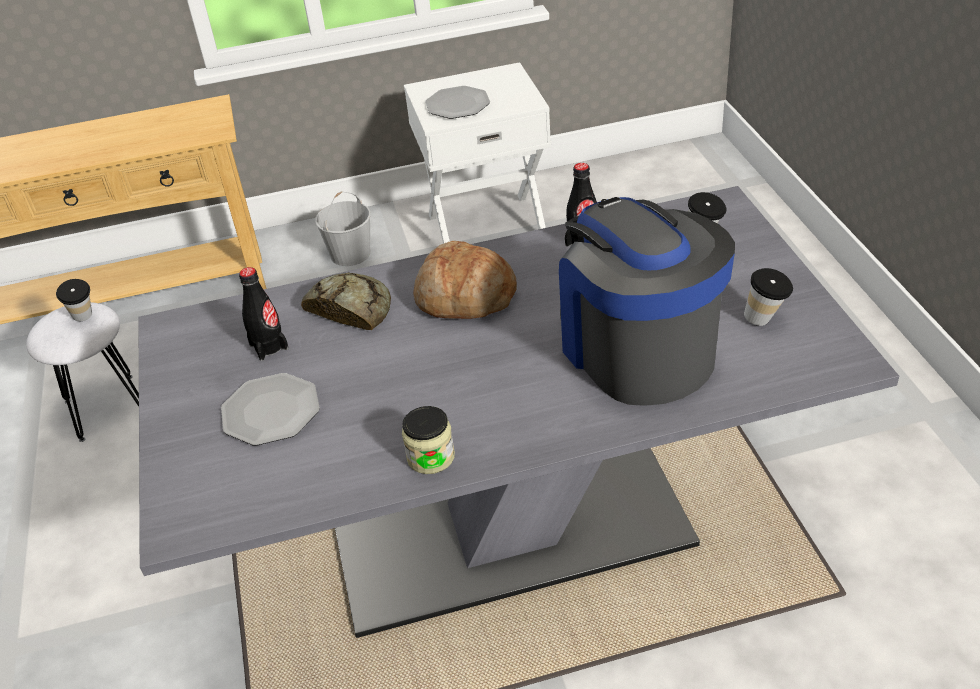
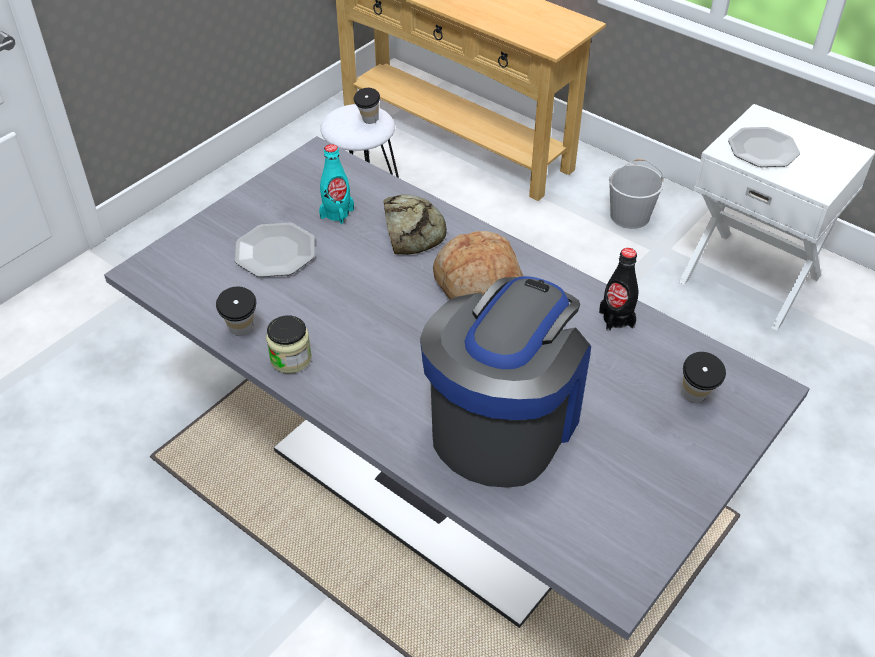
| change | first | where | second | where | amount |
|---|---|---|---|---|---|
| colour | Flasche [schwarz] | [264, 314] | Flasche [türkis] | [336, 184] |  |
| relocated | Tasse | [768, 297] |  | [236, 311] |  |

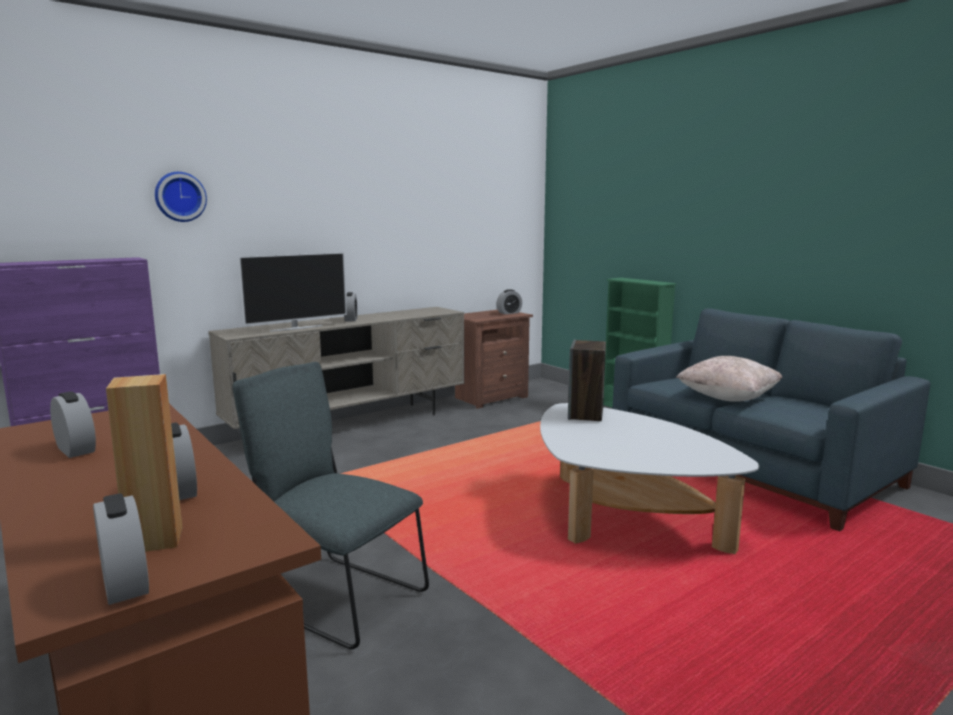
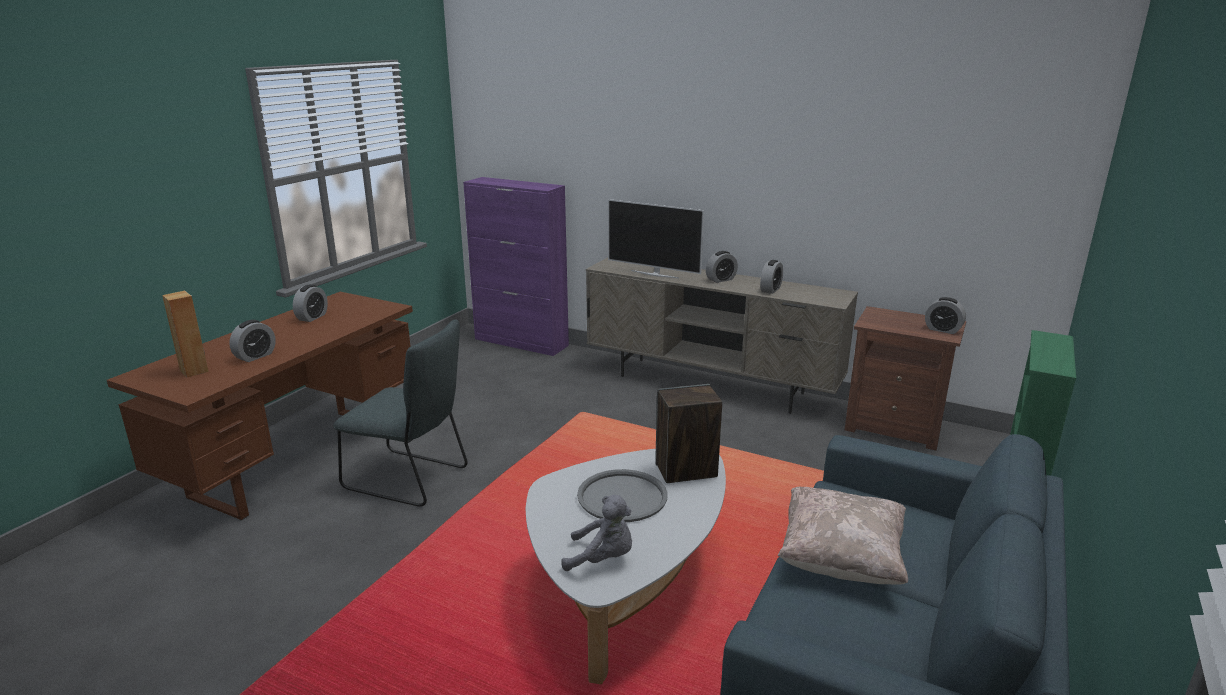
| change | first | where | second | where | amount |
|---|---|---|---|---|---|
| missing | Wanduhr | [181, 197] |  |  |  |
| spun | Stuhl [grau] | [331, 505] |  | [400, 413] | 105 degrees clockwise |
| relocated | Wecker | [121, 549] |  | [771, 277] |  |
| appeared |  |  | Tablett [grau] | [622, 495] |  |
| appeared |  |  | Plüschtier [grau] | [596, 533] |  |

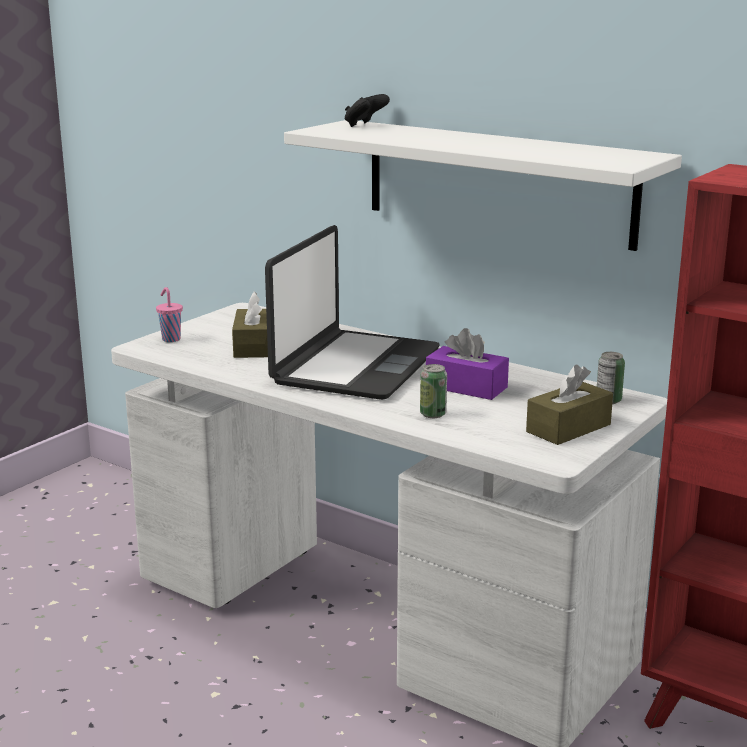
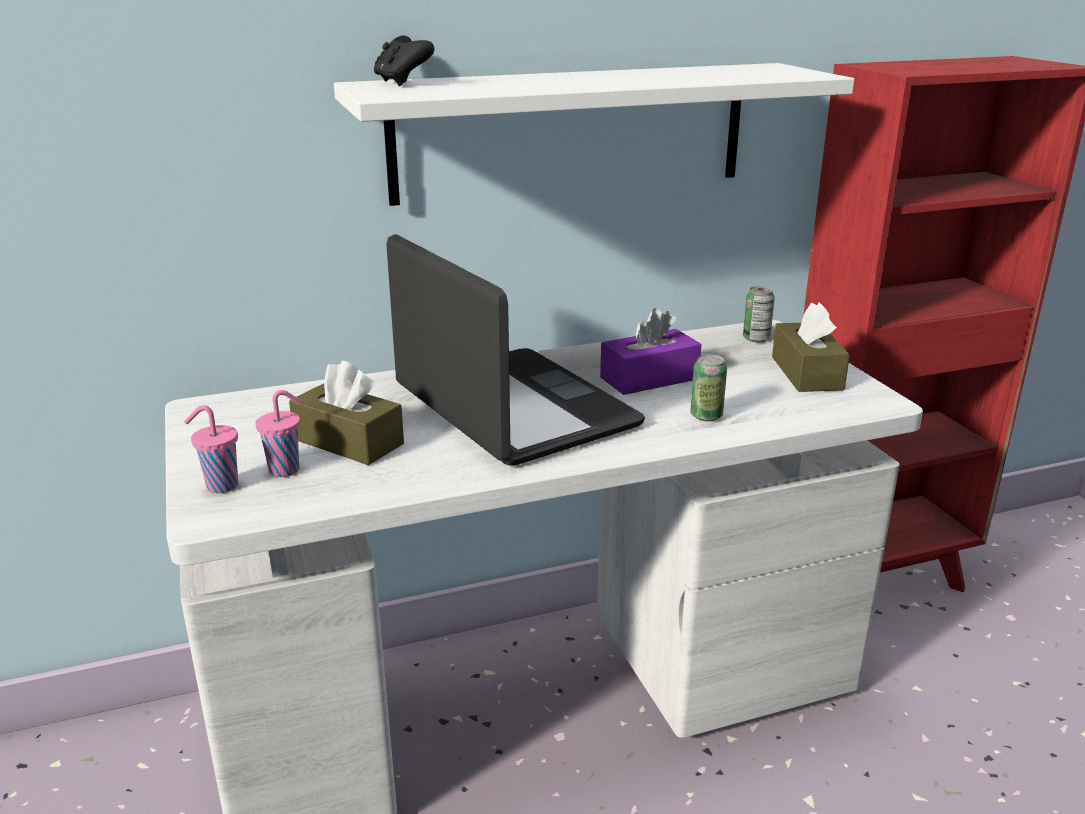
| change | first | where | second | where | amount |
|---|---|---|---|---|---|
| appeared |  |  | Tasse [rosa] | [278, 433] |  |

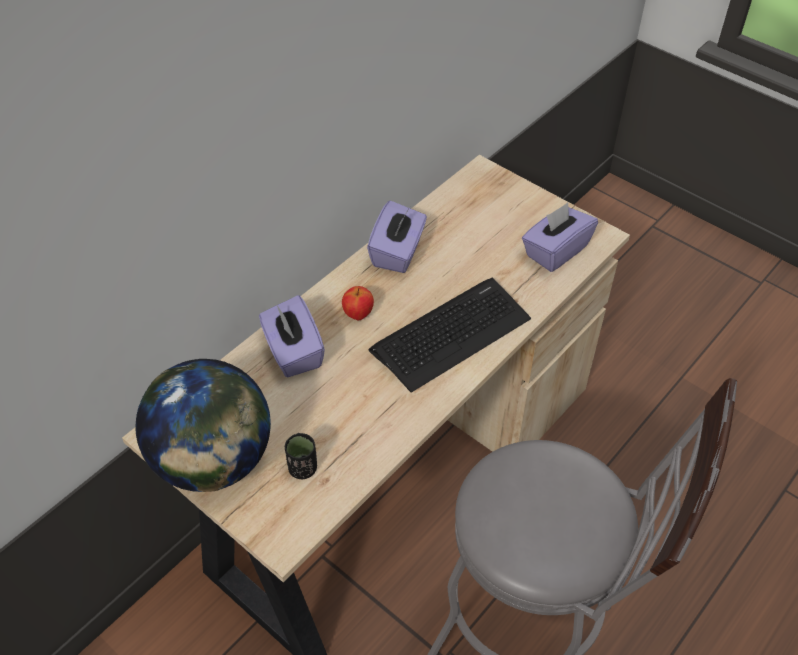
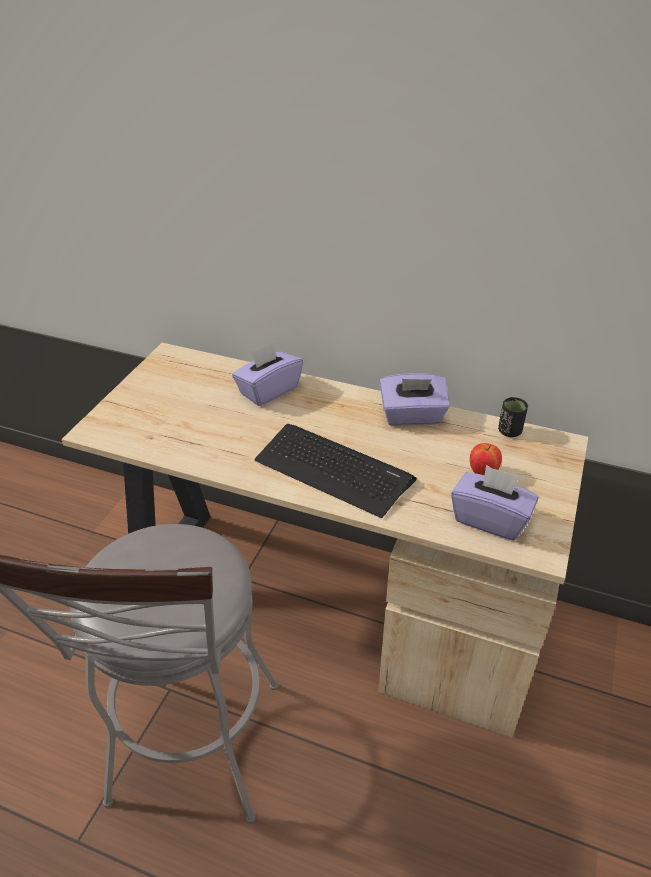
| change | first | where | second | where | amount |
|---|---|---|---|---|---|
| relocated | Apfel | [358, 303] |  | [486, 459] |  |
| missing | Globus | [203, 425] |  |  |  |
| relocated | Tasse [schwarz] | [301, 456] |  | [513, 417] |  |

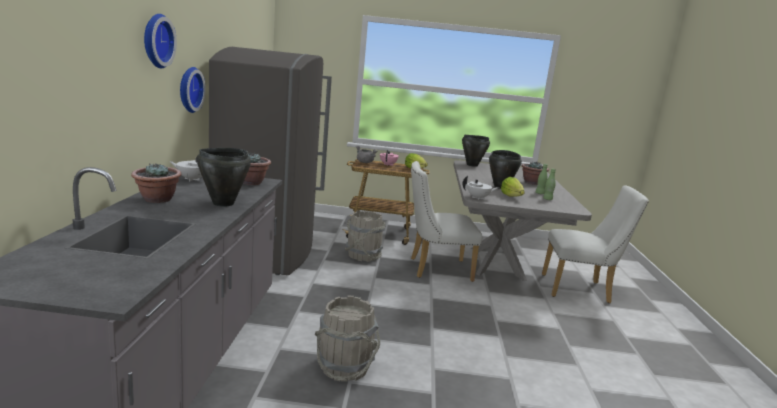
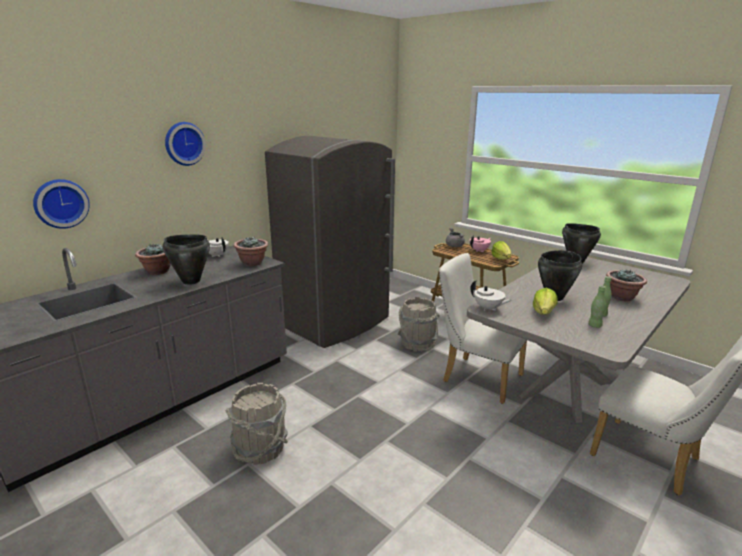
| change | first | where | second | where | amount |
|---|---|---|---|---|---|
| relocated | Wanduhr | [193, 90] |  | [61, 204] |  |

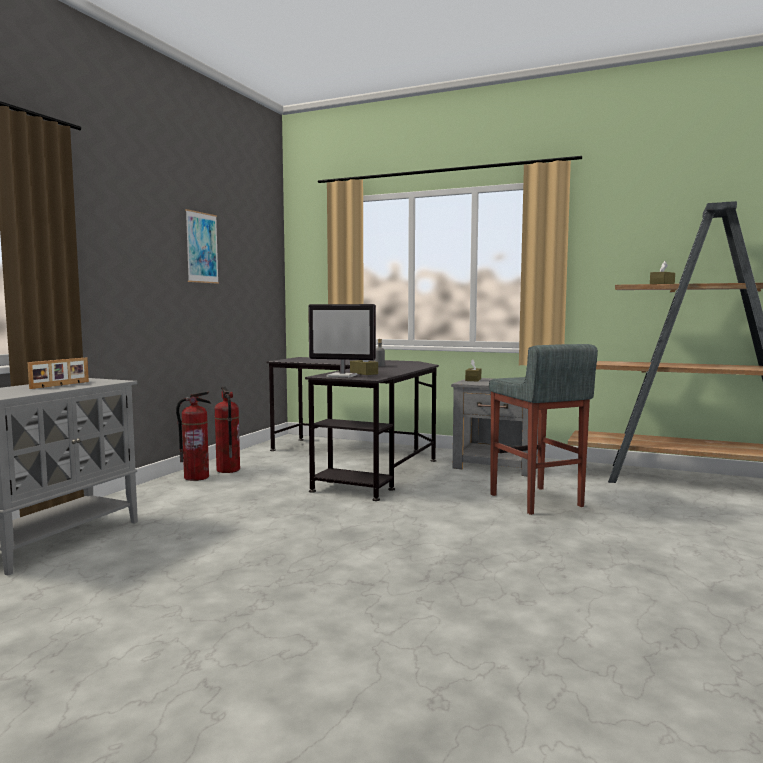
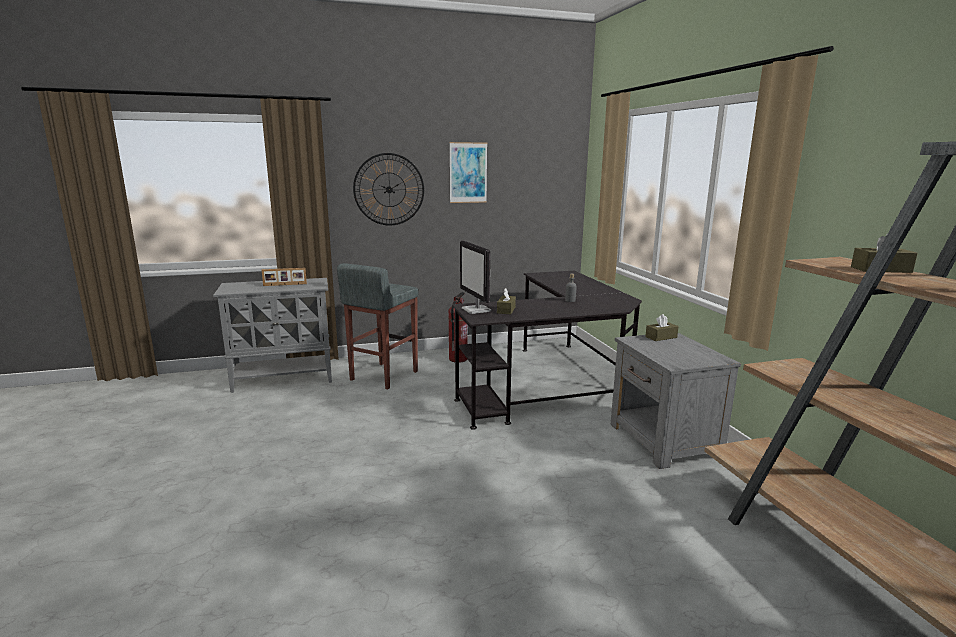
| change | first | where | second | where | amount |
|---|---|---|---|---|---|
| relocated | Hocker [grau] | [543, 429] |  | [378, 326] |  |
| missing | Feuerlöscher | [193, 436] |  |  |  |
| appeared |  |  | Wanduhr | [388, 189] |  |

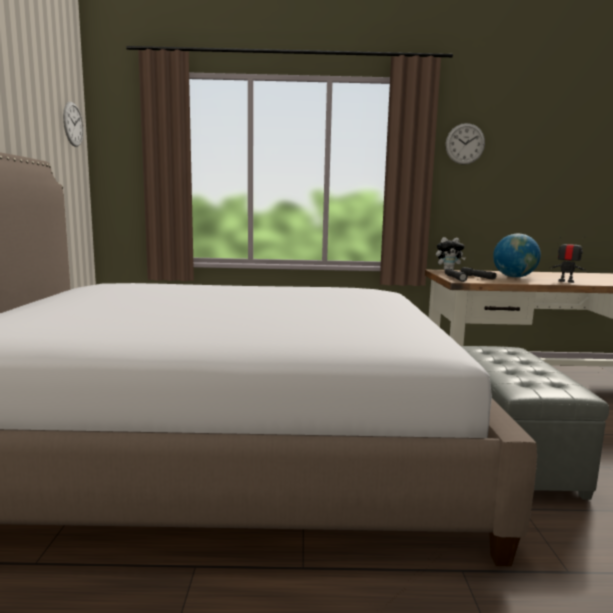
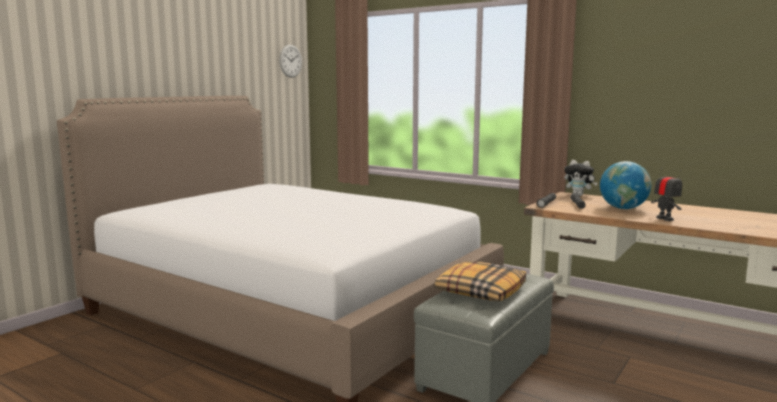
| change | first | where | second | where | amount |
|---|---|---|---|---|---|
| missing | Wanduhr | [465, 144] |  |  |  |
| appeared |  |  | Kissen | [480, 281] |  |

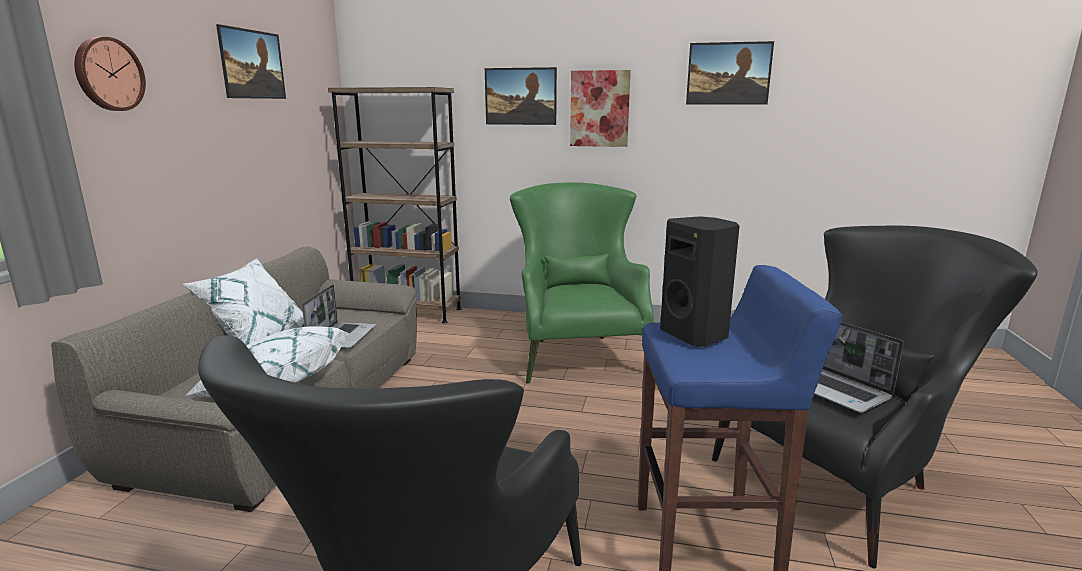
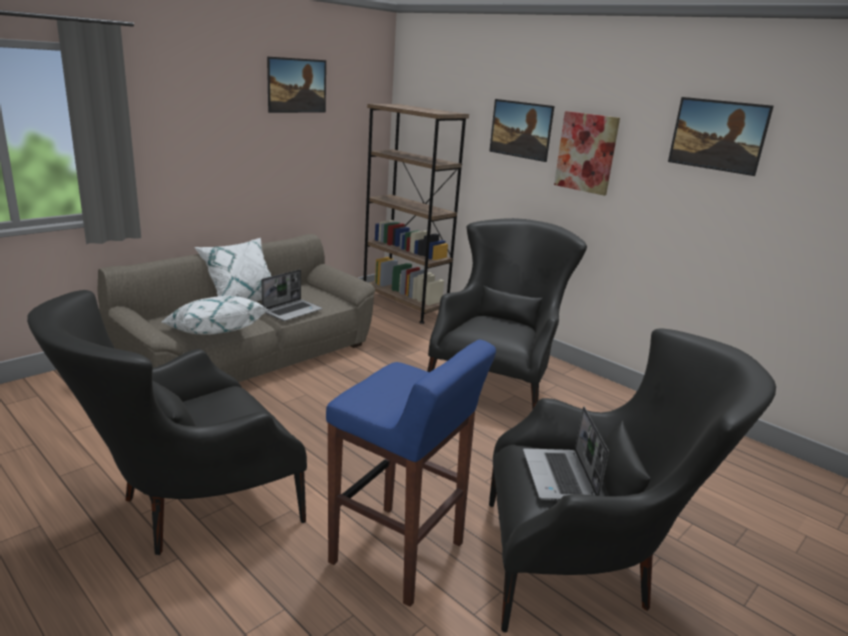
| change | first | where | second | where | amount |
|---|---|---|---|---|---|
| missing | Wanduhr | [110, 74] |  |  |  |
| colour | Sessel [grün] | [582, 282] | Sessel [schwarz] | [507, 313] |  |
| missing | Lautsprecher [schwarz] | [700, 281] |  |  |  |

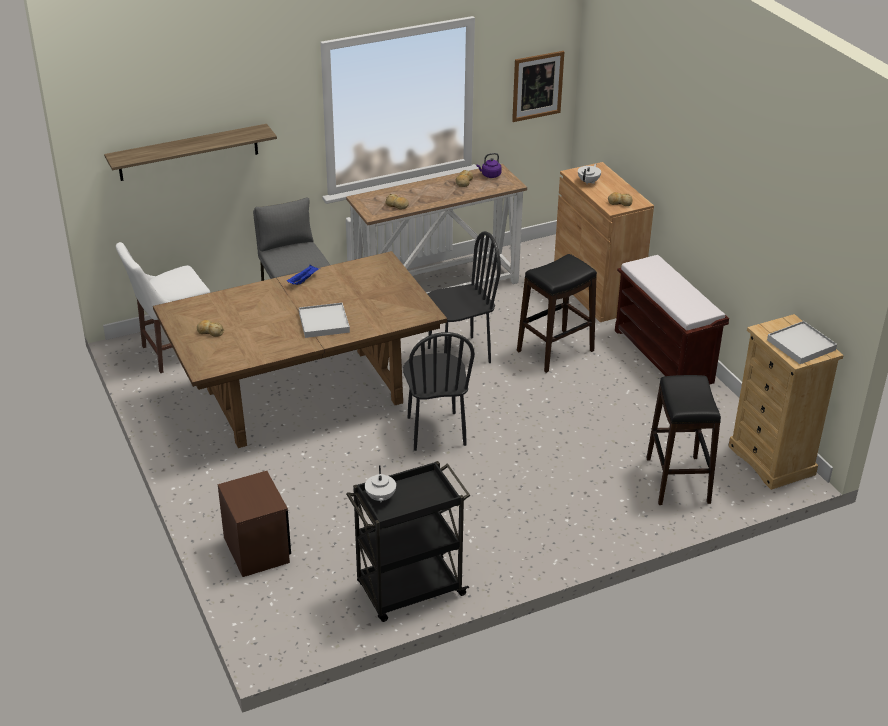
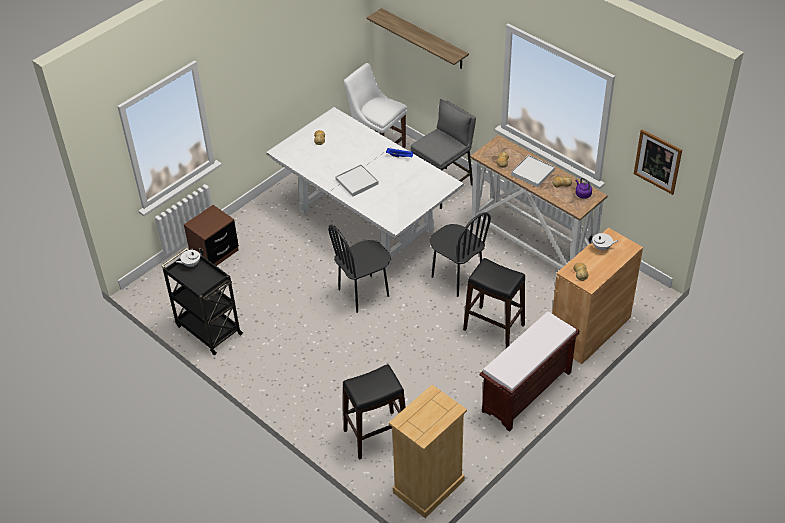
| change | first | where | second | where | amount |
|---|---|---|---|---|---|
| colour | Esstisch [braun] | [300, 349] | Esstisch [weiß] | [365, 186] |  |
| relocated | Tablett [weiß] | [802, 342] |  | [533, 171] |  |

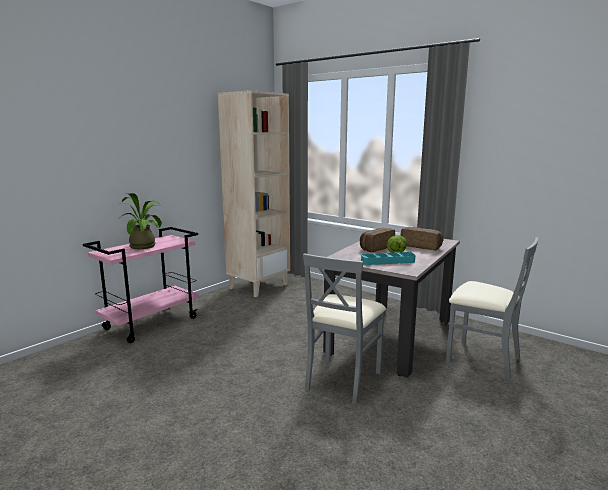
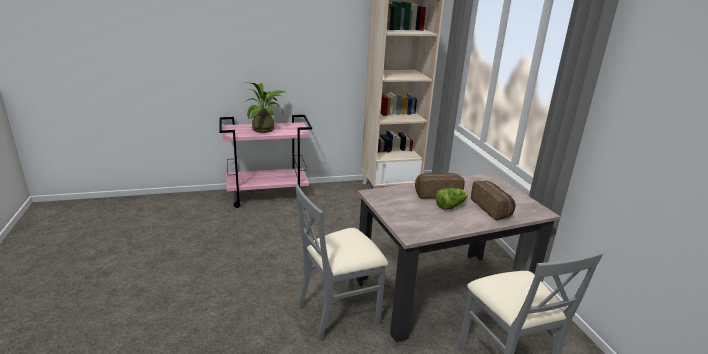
| change | first | where | second | where | amount |
|---|---|---|---|---|---|
| missing | Tablett [türkis] | [388, 258] |  |  |  |

